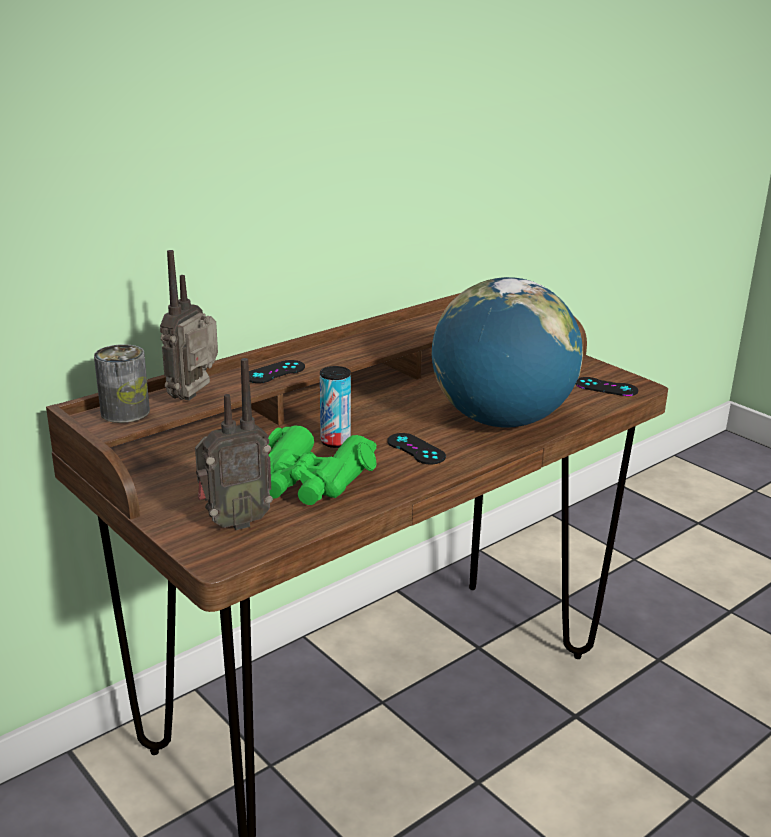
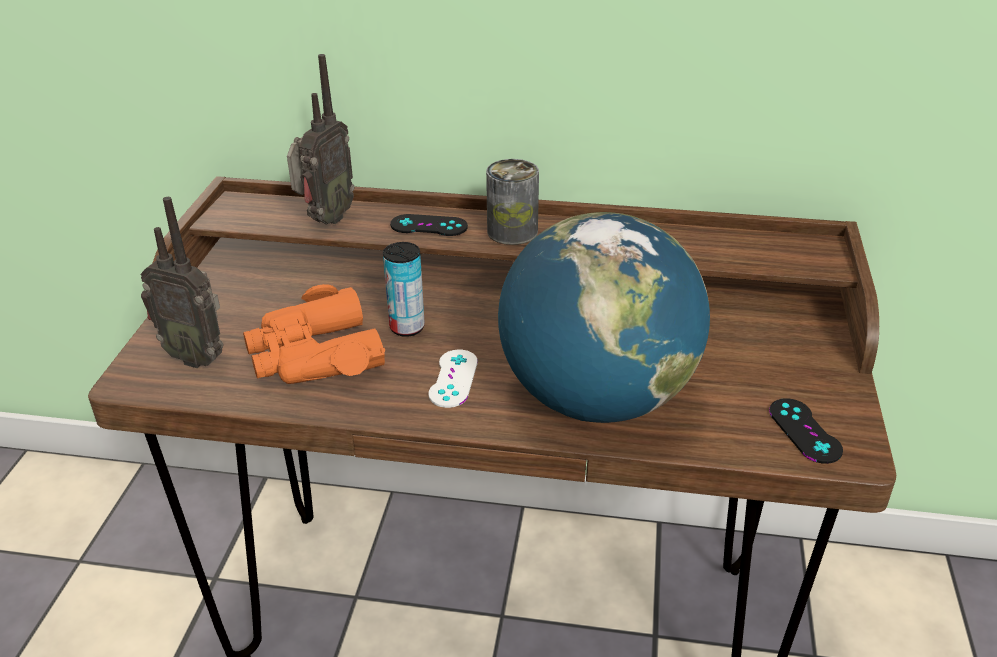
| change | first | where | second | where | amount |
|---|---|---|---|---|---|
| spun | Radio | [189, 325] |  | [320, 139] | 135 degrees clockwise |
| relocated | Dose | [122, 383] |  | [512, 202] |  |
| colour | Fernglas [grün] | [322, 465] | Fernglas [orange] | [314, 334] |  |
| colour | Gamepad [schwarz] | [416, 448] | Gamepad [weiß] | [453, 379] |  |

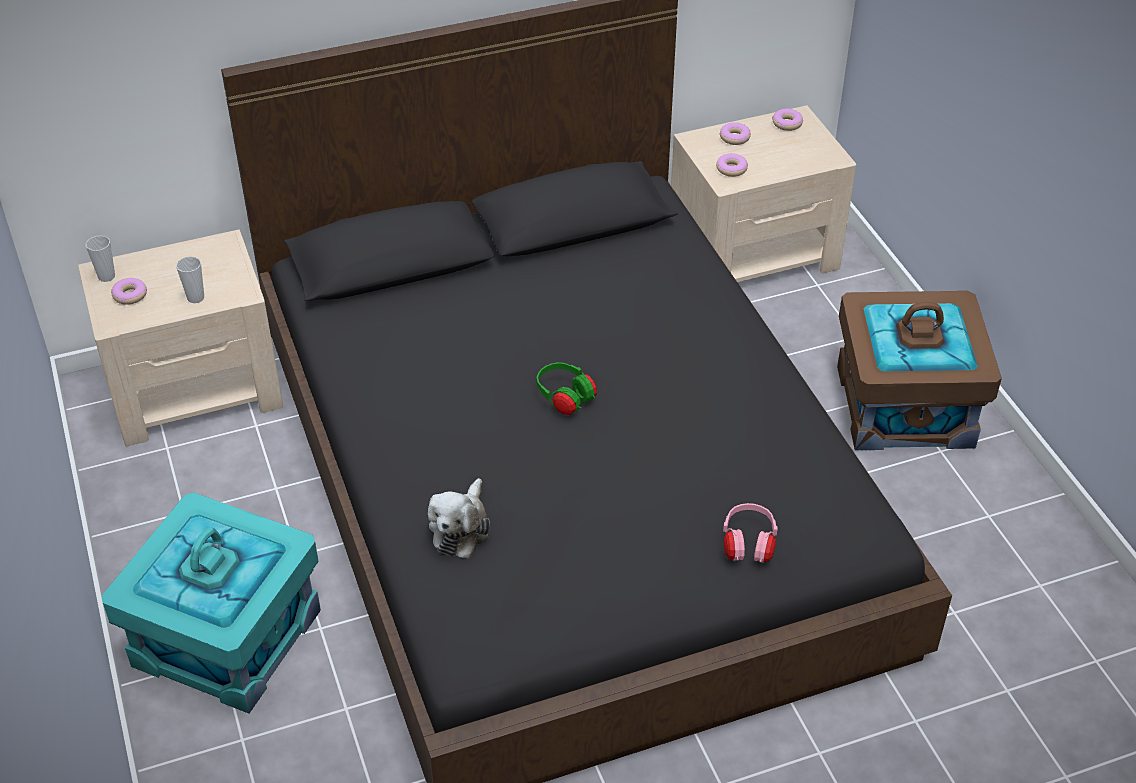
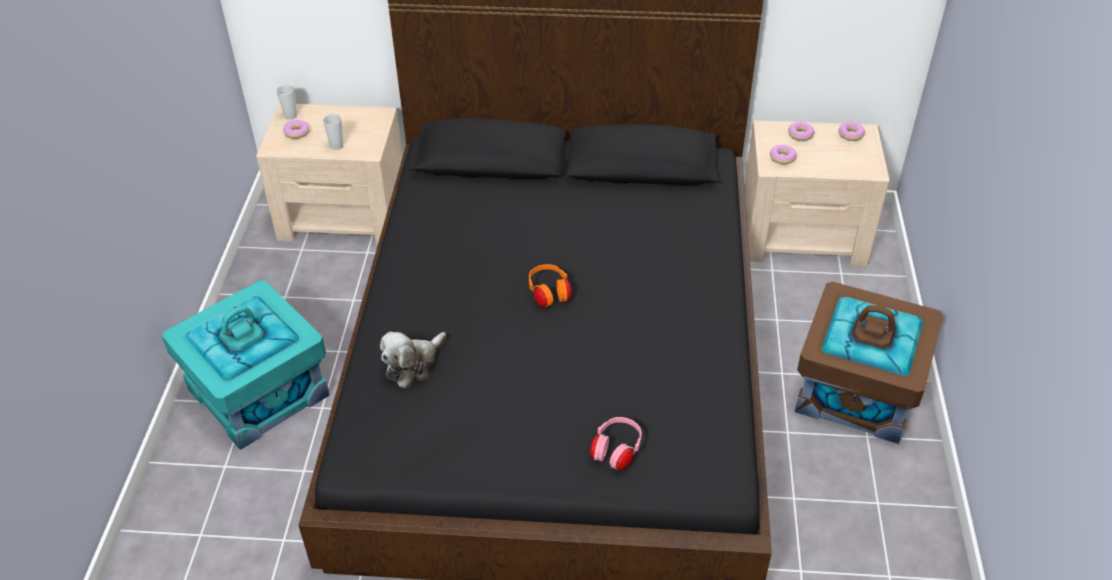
| change | first | where | second | where | amount |
|---|---|---|---|---|---|
| colour | Kopfhörer [grün] | [566, 388] | Kopfhörer [orange] | [550, 285] |  |

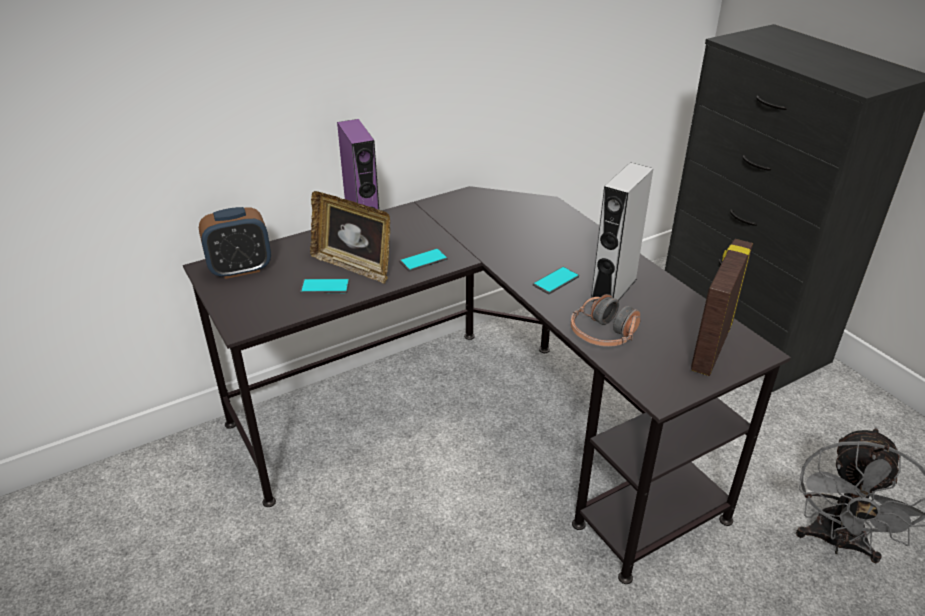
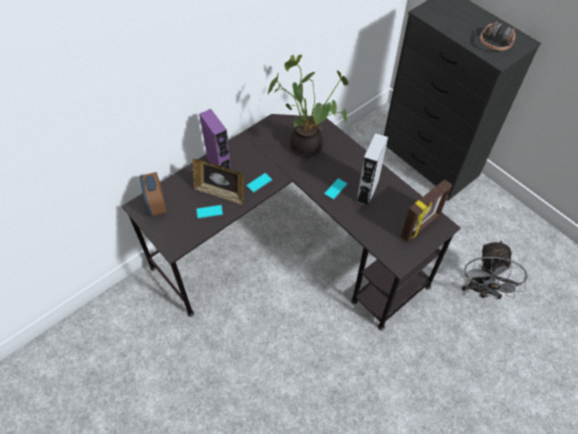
| change | first | where | second | where | amount |
|---|---|---|---|---|---|
| spun | Wecker | [235, 243] |  | [153, 194] | 105 degrees clockwise |
| spun | Bilderrahmen | [722, 307] |  | [426, 210] | 150 degrees counterclockwise |
| relocated | Kopfhörer | [606, 320] |  | [497, 36] |  |
| appeared |  |  | Topfpflanze | [308, 106] |  |

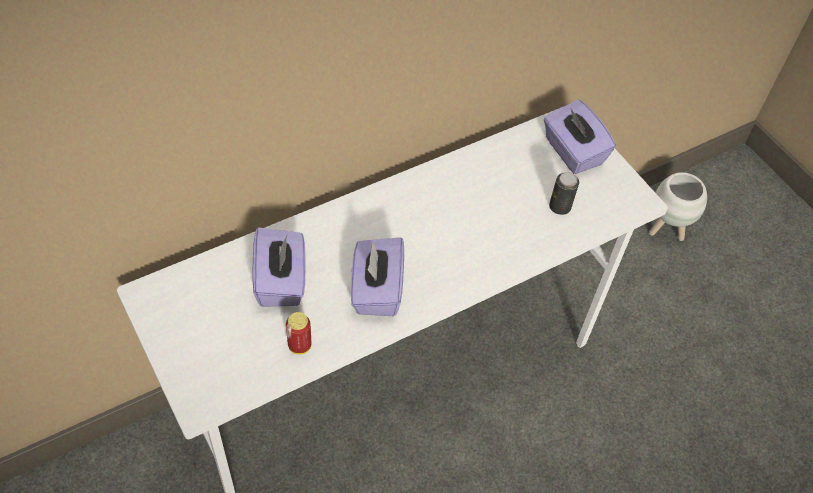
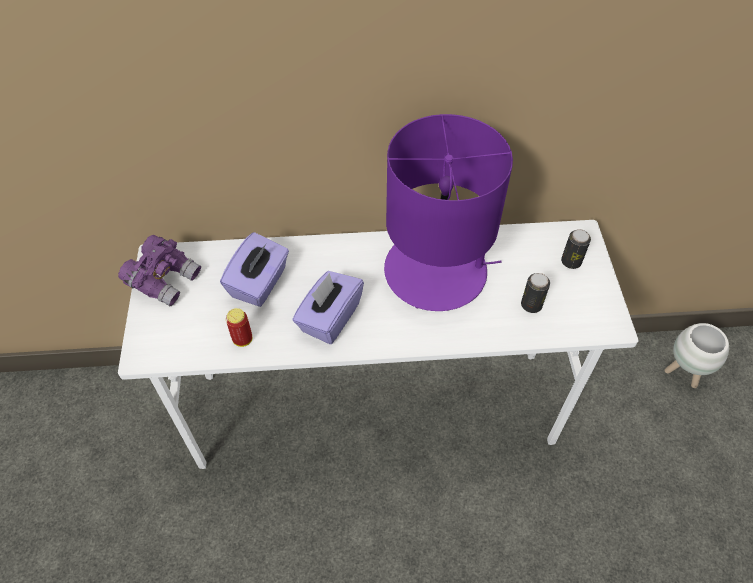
| change | first | where | second | where | amount |
|---|---|---|---|---|---|
| exchanged | Taschentuchbox [lila] | [580, 137] | Dose | [576, 249] |  |
| appeared |  |  | Tischlampe [lila] | [448, 212] |  |
| appeared |  |  | Fernglas [lila] | [159, 270] |  |

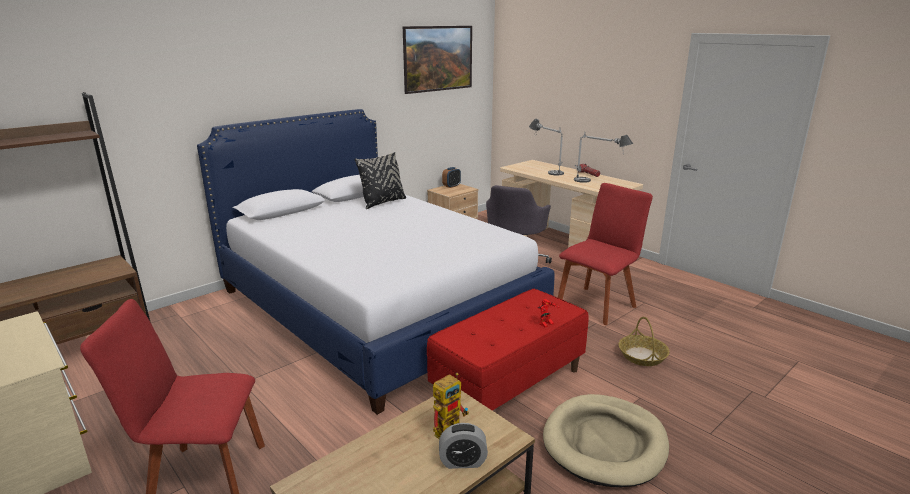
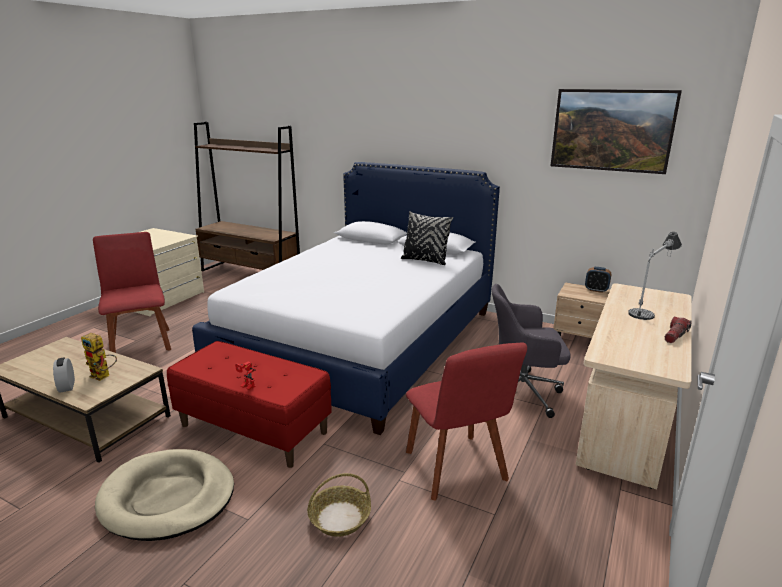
| change | first | where | second | where | amount |
|---|---|---|---|---|---|
| missing | Tischlampe | [603, 158] |  |  |  |
| spun | Stuhl [rot] | [605, 254] |  | [466, 422] | 45 degrees clockwise |

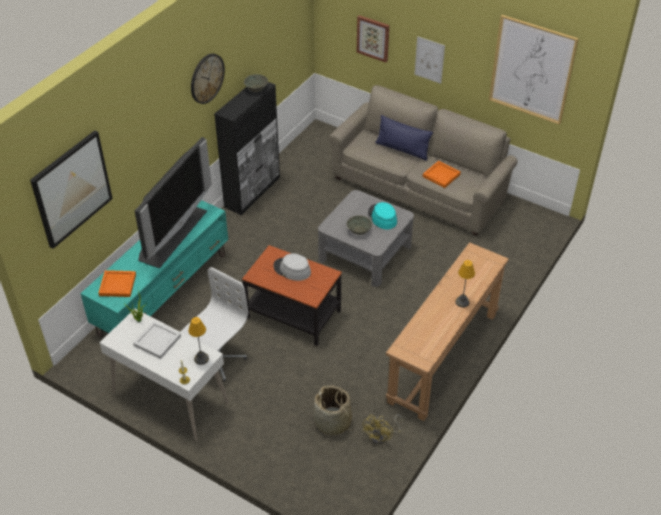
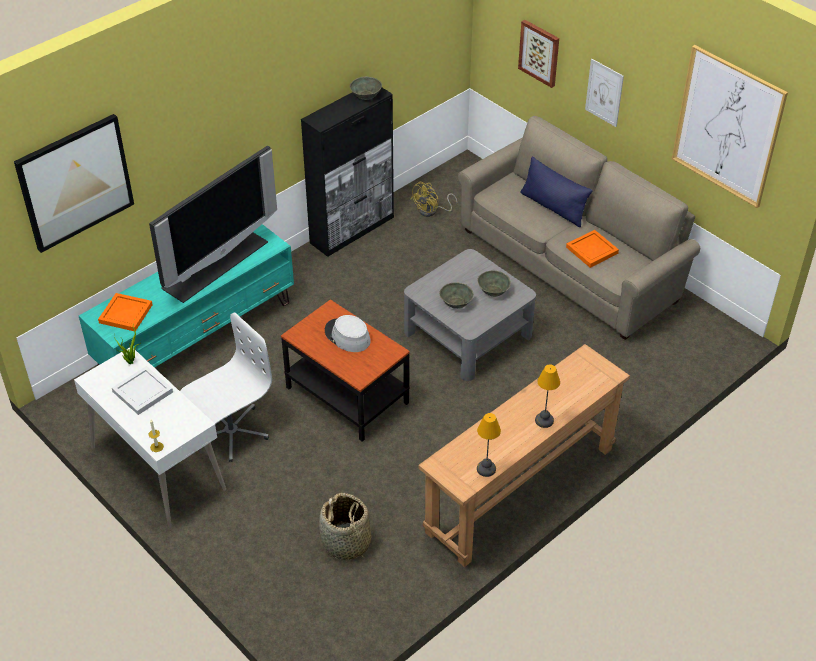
| change | first | where | second | where | amount |
|---|---|---|---|---|---|
| missing | Wanduhr | [208, 79] |  |  |  |
| exchanged | Hut [türkis] | [382, 215] | Schüssel [grau] | [494, 283] |  |
| relocated | Tischlampe | [198, 341] |  | [489, 445] |  |
| relocated | Ventilator [gelb] | [382, 429] |  | [434, 199] |  |

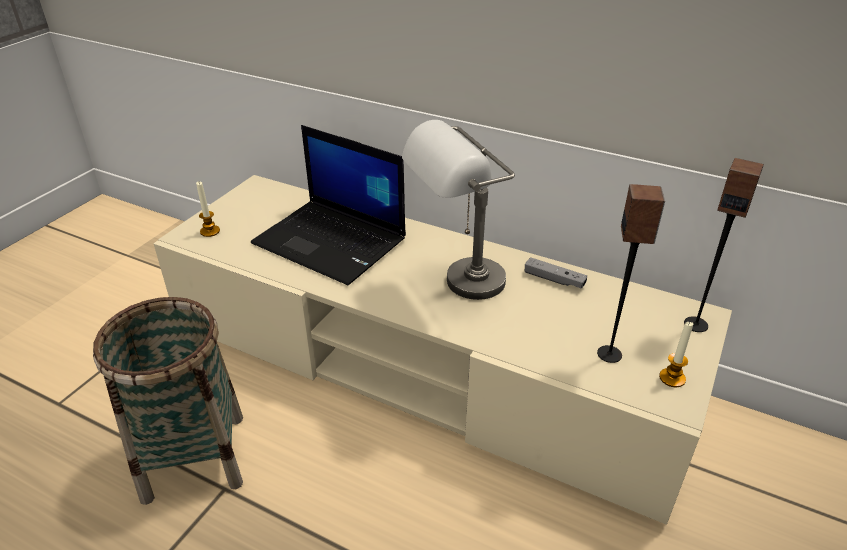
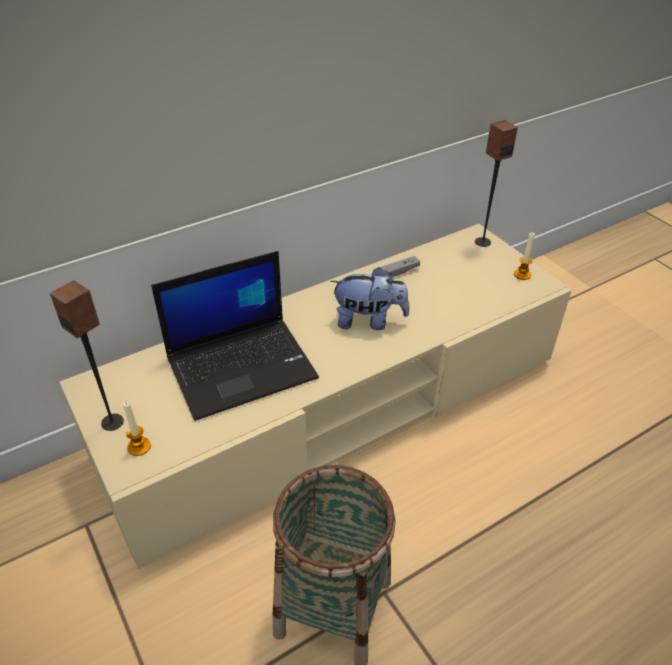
| change | first | where | second | where | amount |
|---|---|---|---|---|---|
| exchanged | Tischlampe [grau] | [458, 210] | Plüschtier | [370, 298] |  |
| relocated | Lautsprecher | [631, 273] |  | [87, 355] |  |

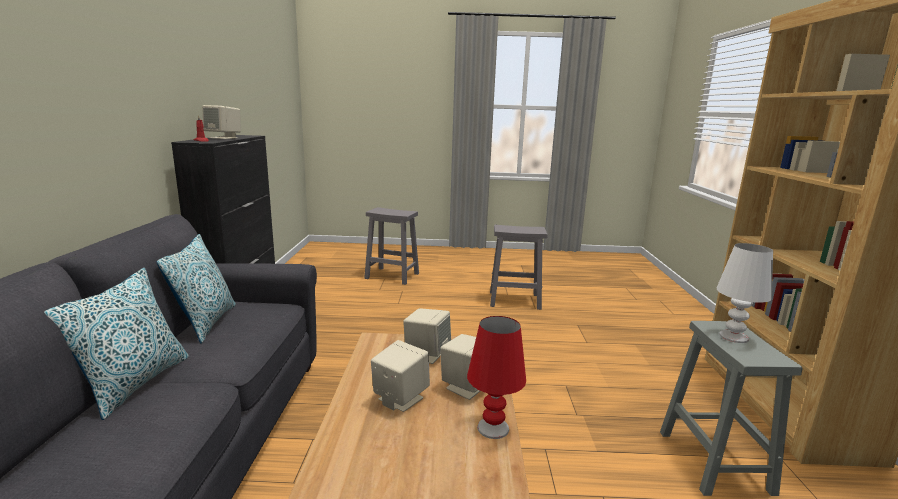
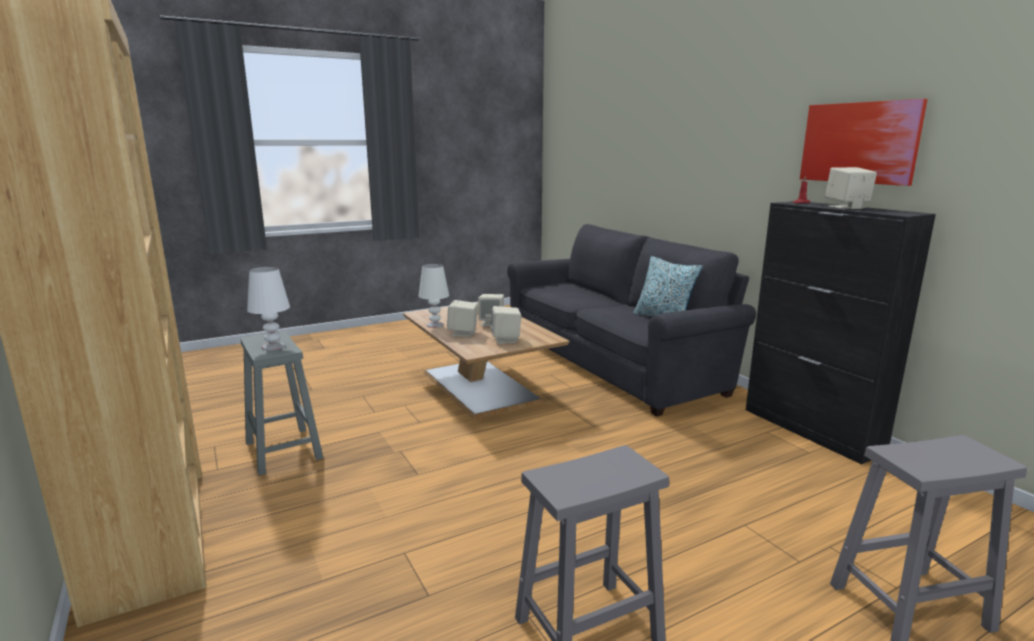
| change | first | where | second | where | amount |
|---|---|---|---|---|---|
| missing | Kissen | [116, 344] |  |  |  |
| colour | Tischlampe [rot] | [496, 377] | Tischlampe [weiß] | [434, 296] |  |
| appeared |  |  | Bild | [864, 142] |  |

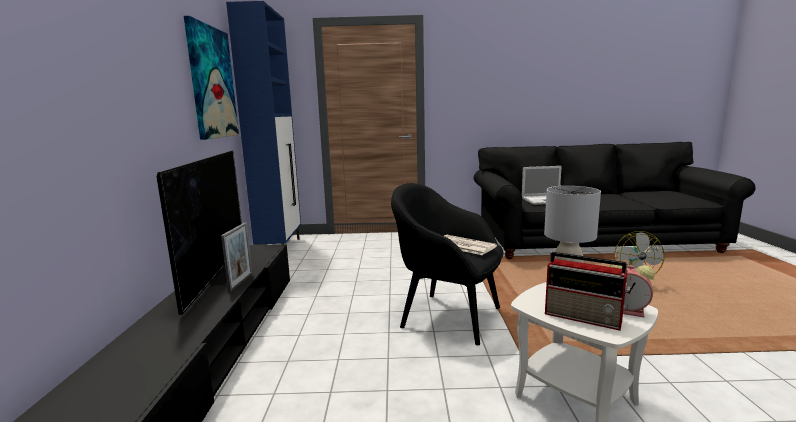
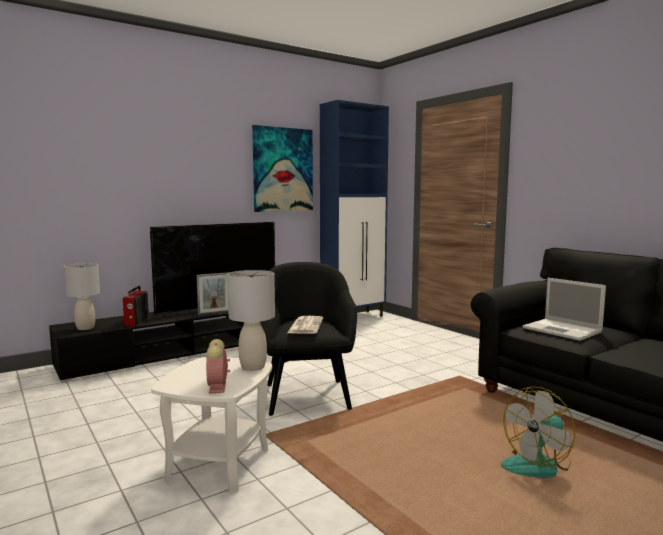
| change | first | where | second | where | amount |
|---|---|---|---|---|---|
| relocated | Radio | [587, 291] |  | [136, 306] |  |
| appeared |  |  | Tischlampe [grau] | [82, 296] |  |

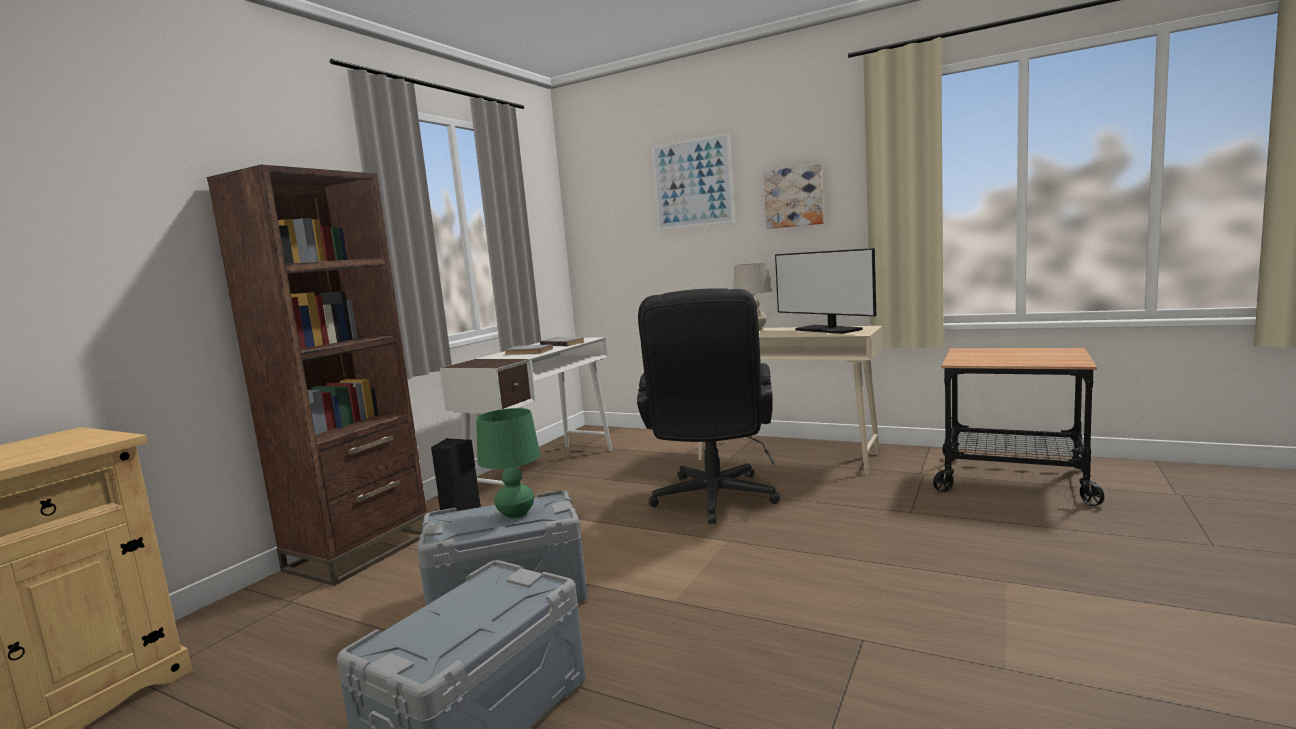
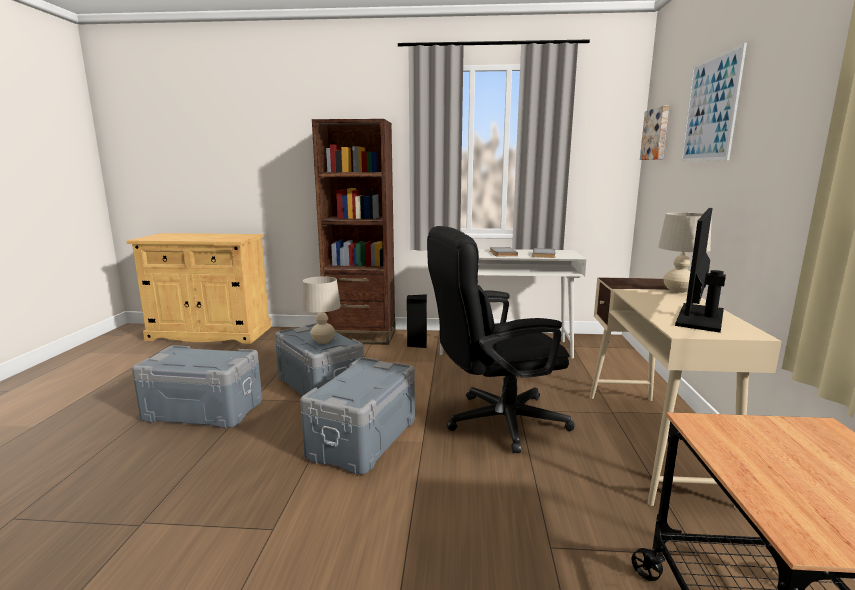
| change | first | where | second | where | amount |
|---|---|---|---|---|---|
| relocated | Bild | [794, 196] |  | [654, 133] |  |
| colour | Tischlampe [grün] | [508, 463] | Tischlampe [beige] | [321, 310] |  |
| appeared |  |  | Aufbewahrungsbox [grau] | [357, 416] |  |

